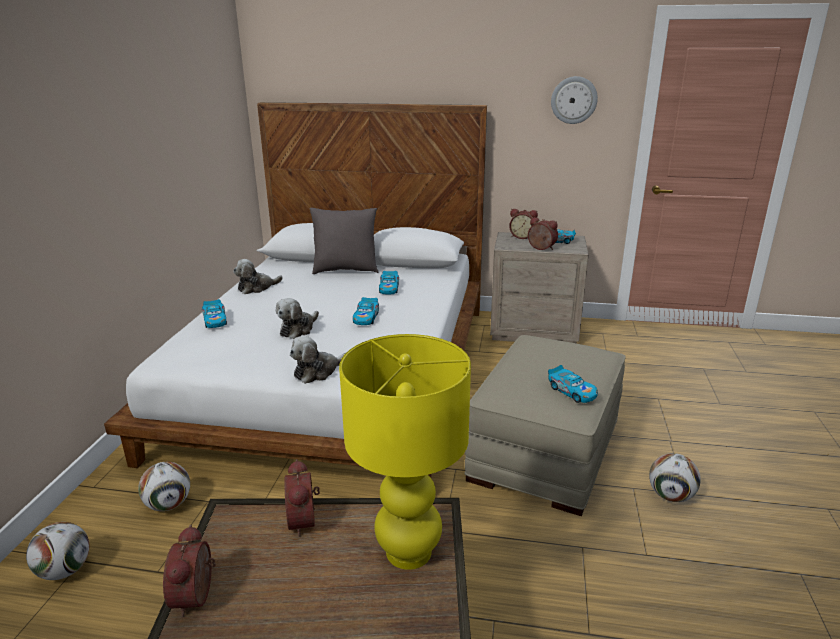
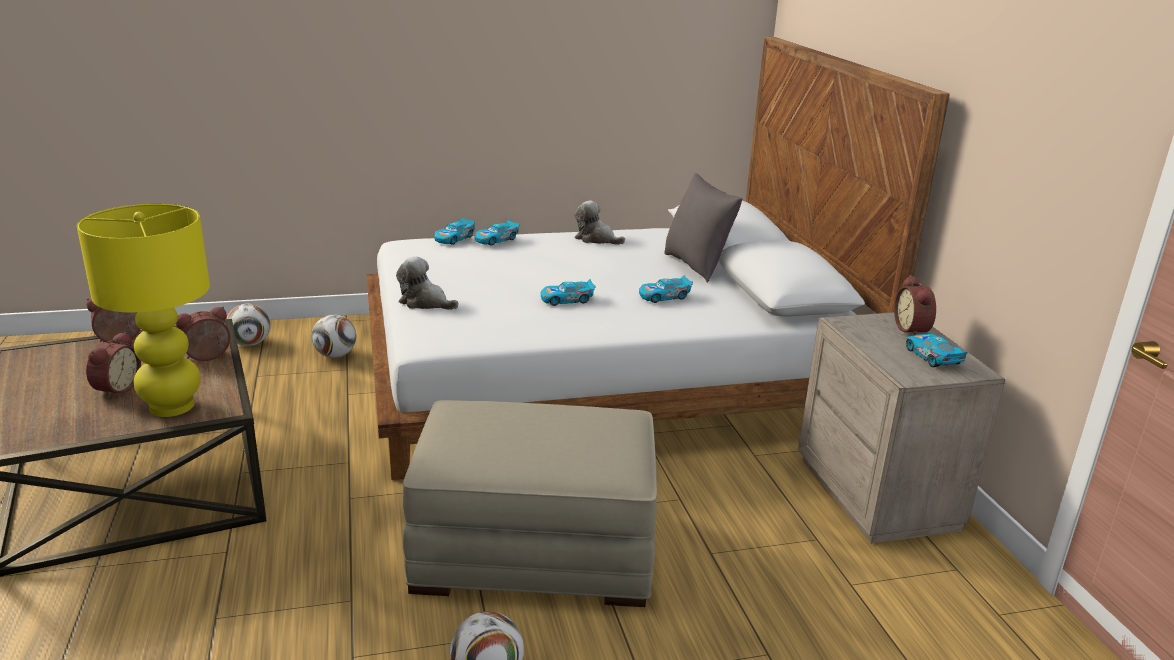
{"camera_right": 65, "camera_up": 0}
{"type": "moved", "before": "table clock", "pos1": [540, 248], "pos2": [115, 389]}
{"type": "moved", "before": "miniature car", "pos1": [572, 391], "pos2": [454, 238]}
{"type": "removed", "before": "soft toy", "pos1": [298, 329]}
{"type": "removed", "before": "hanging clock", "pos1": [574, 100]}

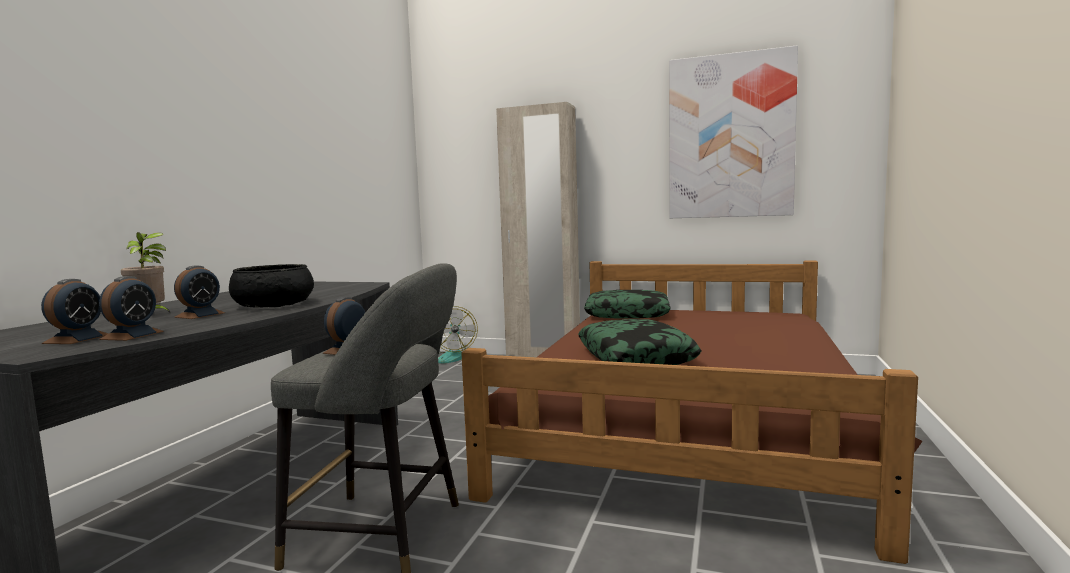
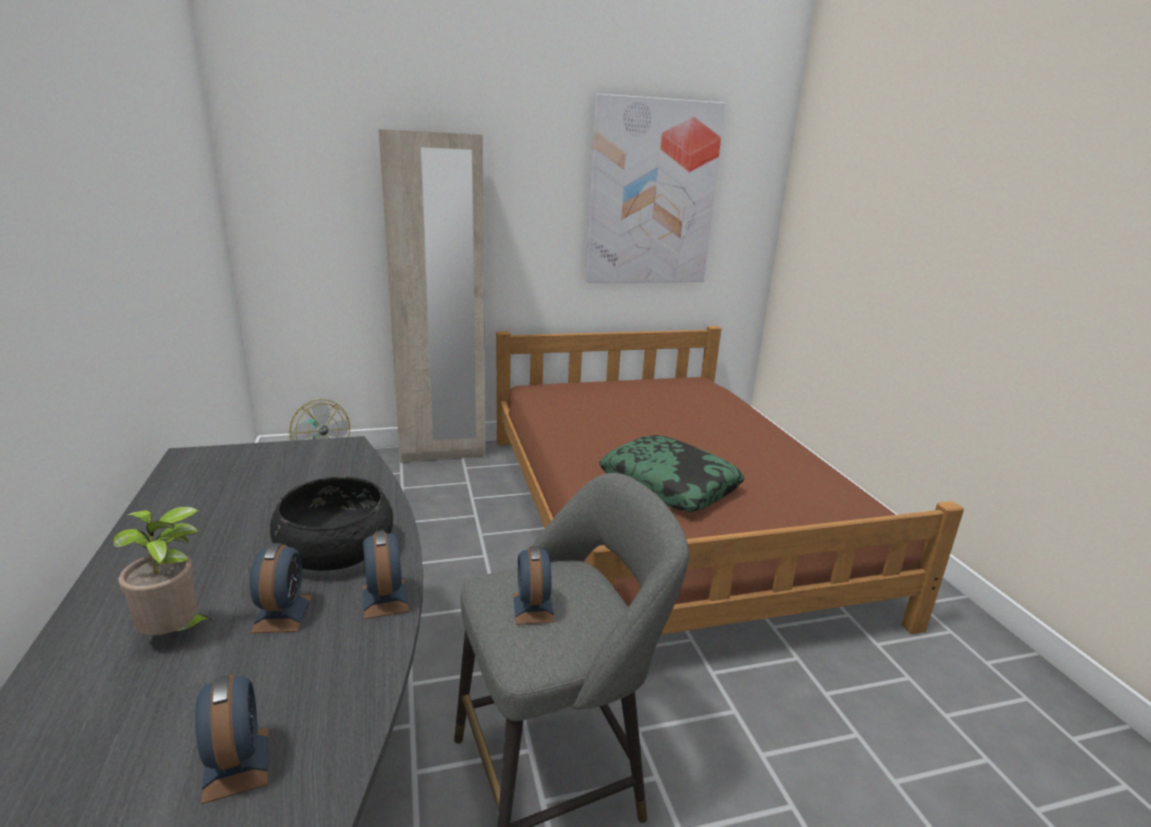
{"camera_right": -35, "camera_up": 15}
{"type": "moved", "before": "table clock", "pos1": [132, 335], "pos2": [385, 598]}
{"type": "removed", "before": "cushion", "pos1": [627, 314]}

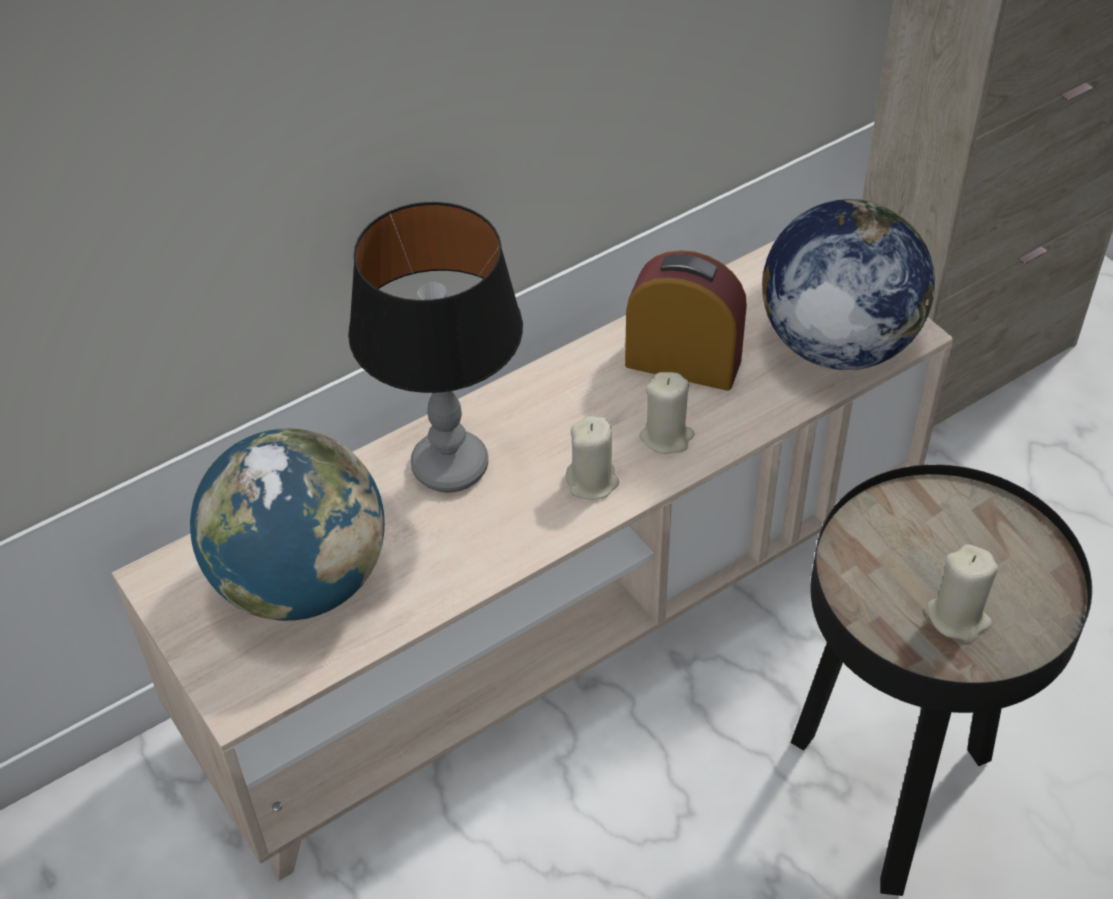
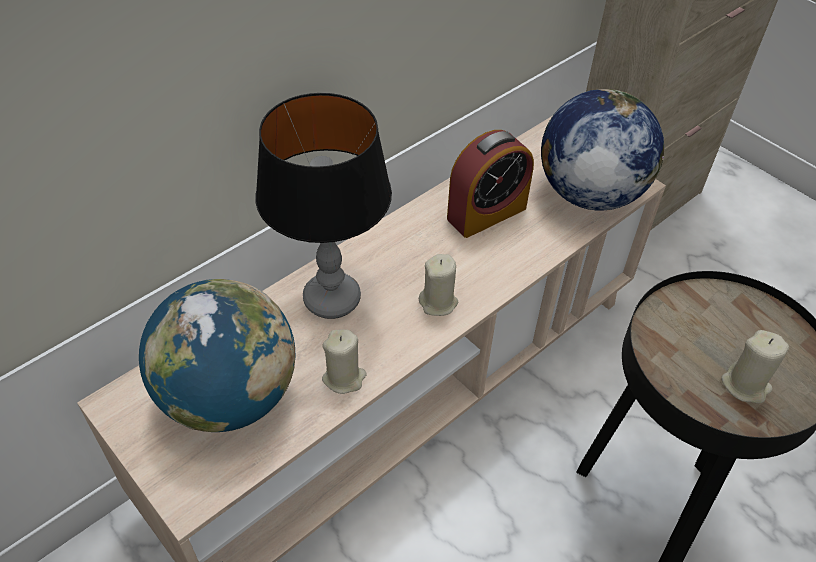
{"camera_right": -10, "camera_up": 0}
{"type": "moved", "before": "sand-coloured wax light", "pos1": [666, 437], "pos2": [344, 378]}
{"type": "turned", "before": "table clock", "pos1": [683, 362], "pos2": [486, 213], "turn": 135}

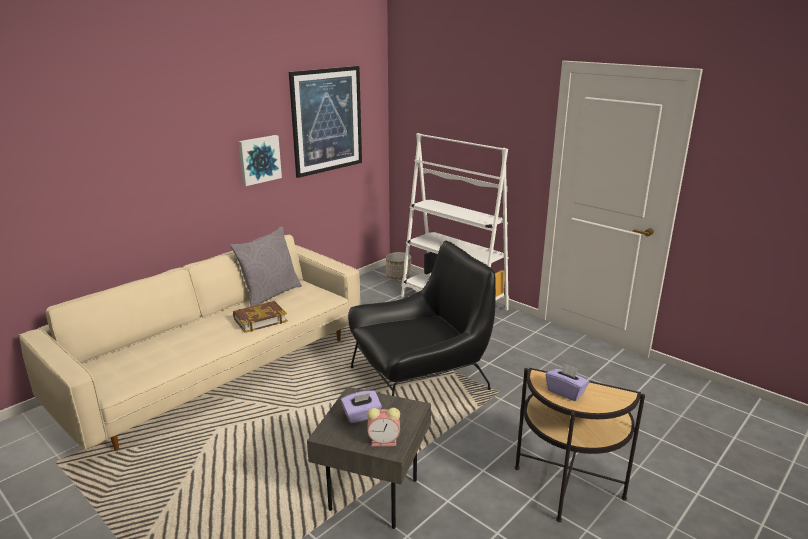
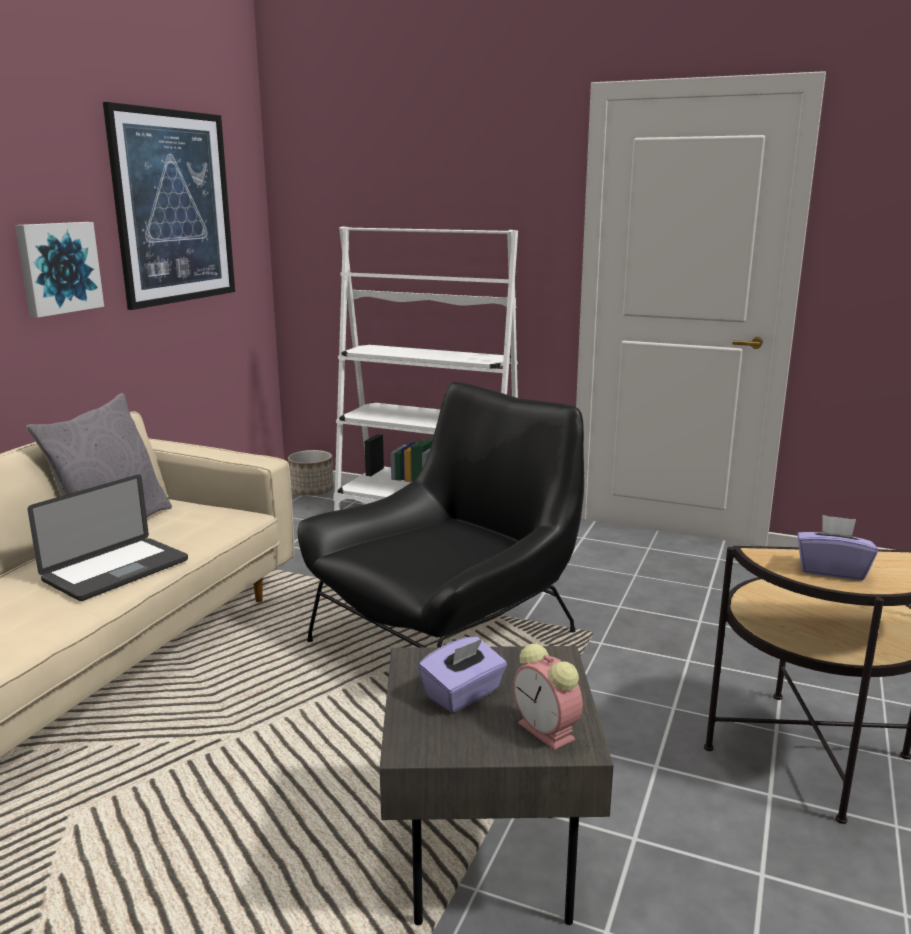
{"camera_right": -20, "camera_up": -5}
{"type": "replaced", "before": "volume", "after": "portable computer", "pos1": [260, 320], "pos2": [116, 570]}
{"type": "turned", "before": "table clock", "pos1": [385, 441], "pos2": [548, 732], "turn": 75}

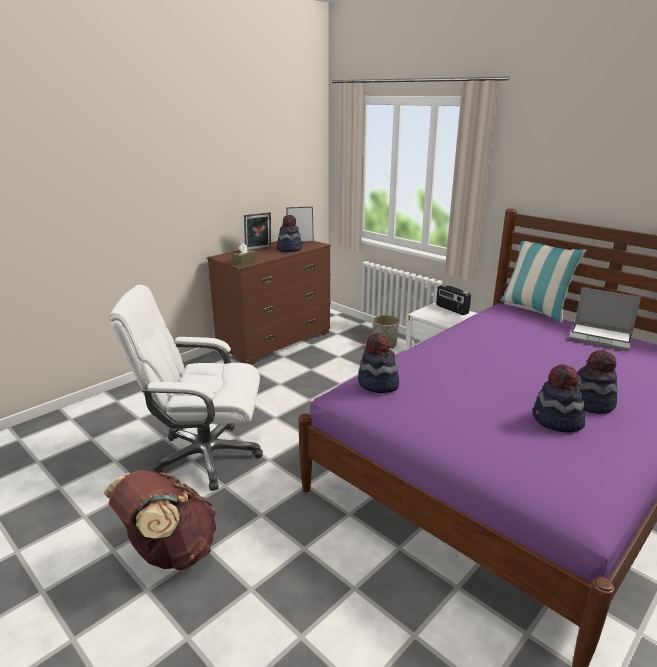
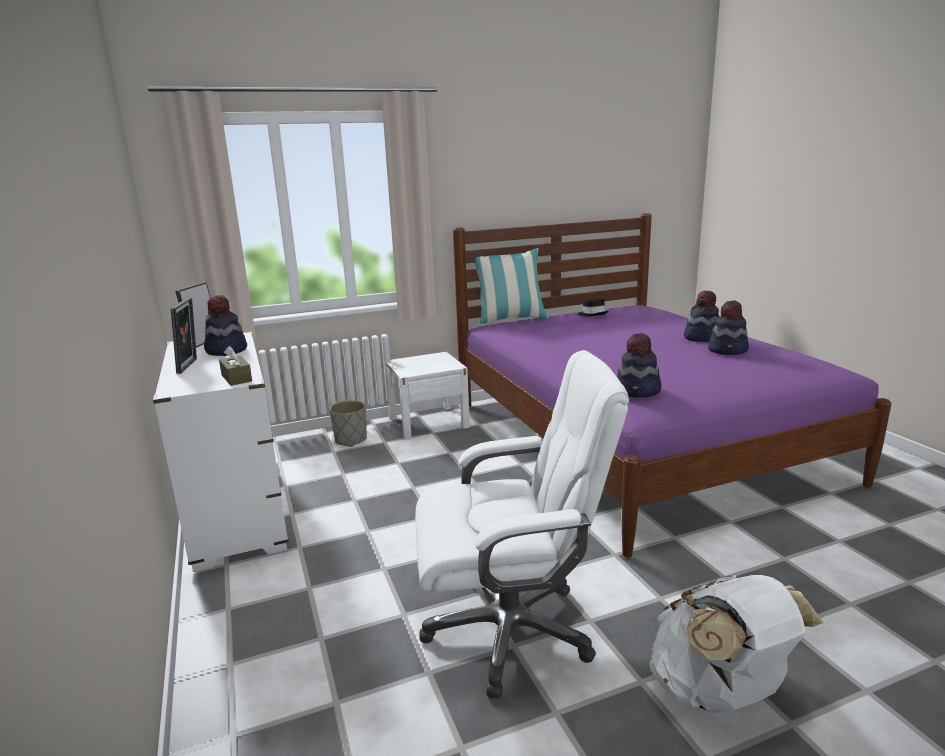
{"camera_right": -65, "camera_up": -5}
{"type": "recoloured", "before": "brownish chest of drawers", "after": "white chest of drawers", "pos1": [275, 342], "pos2": [237, 512]}
{"type": "turned", "before": "white office chair", "pos1": [205, 456], "pos2": [511, 630], "turn": -120}
{"type": "replaced", "before": "portable computer", "after": "black-coloured wearable hat", "pos1": [601, 338], "pos2": [592, 314]}
{"type": "recoloured", "before": "brownish rucksack", "after": "white rucksack", "pos1": [170, 552], "pos2": [719, 692]}
{"type": "removed", "before": "radio set", "pos1": [451, 309]}

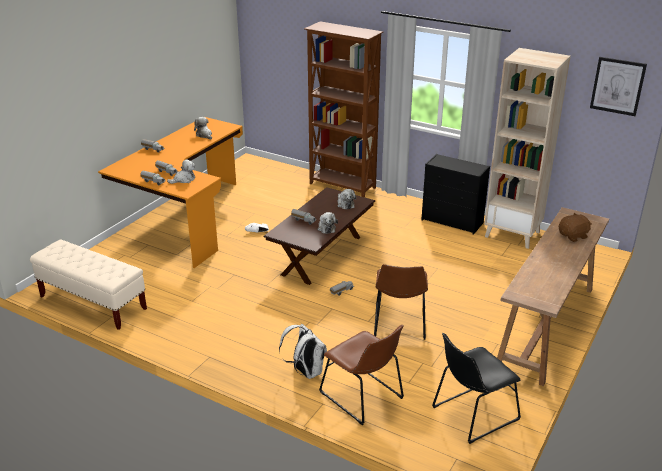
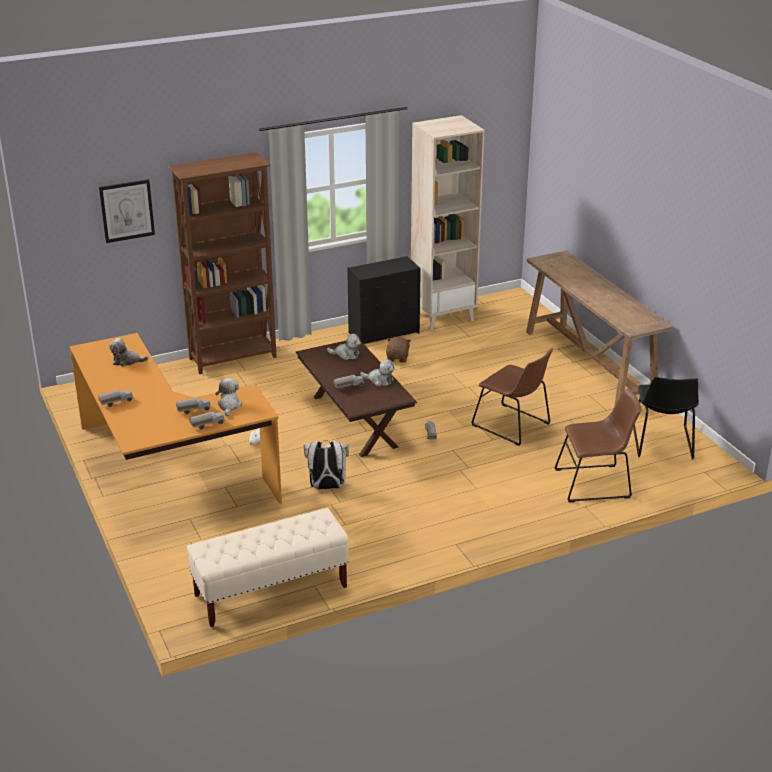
{"camera_right": -55, "camera_up": 0}
{"type": "moved", "before": "picture", "pos1": [617, 86], "pos2": [127, 210]}
{"type": "moved", "before": "white rucksack", "pos1": [305, 372], "pos2": [327, 487]}
{"type": "moved", "before": "brownish soft toy", "pos1": [573, 236], "pos2": [398, 358]}

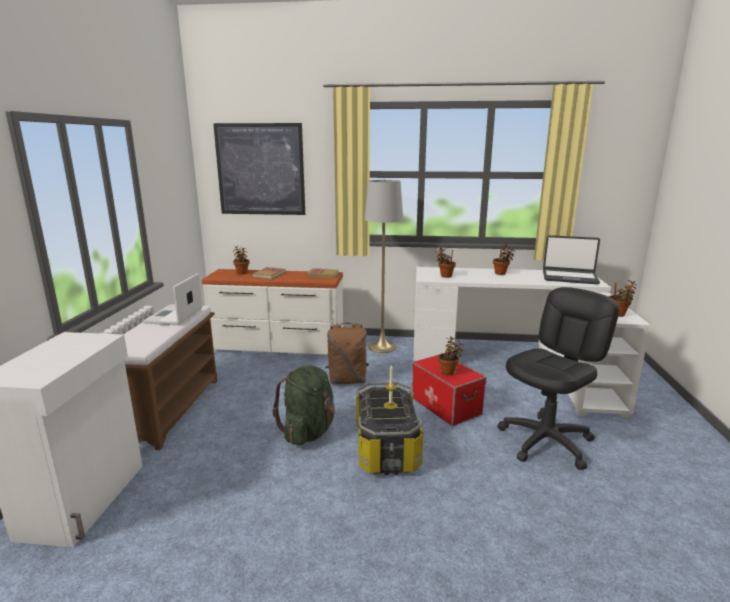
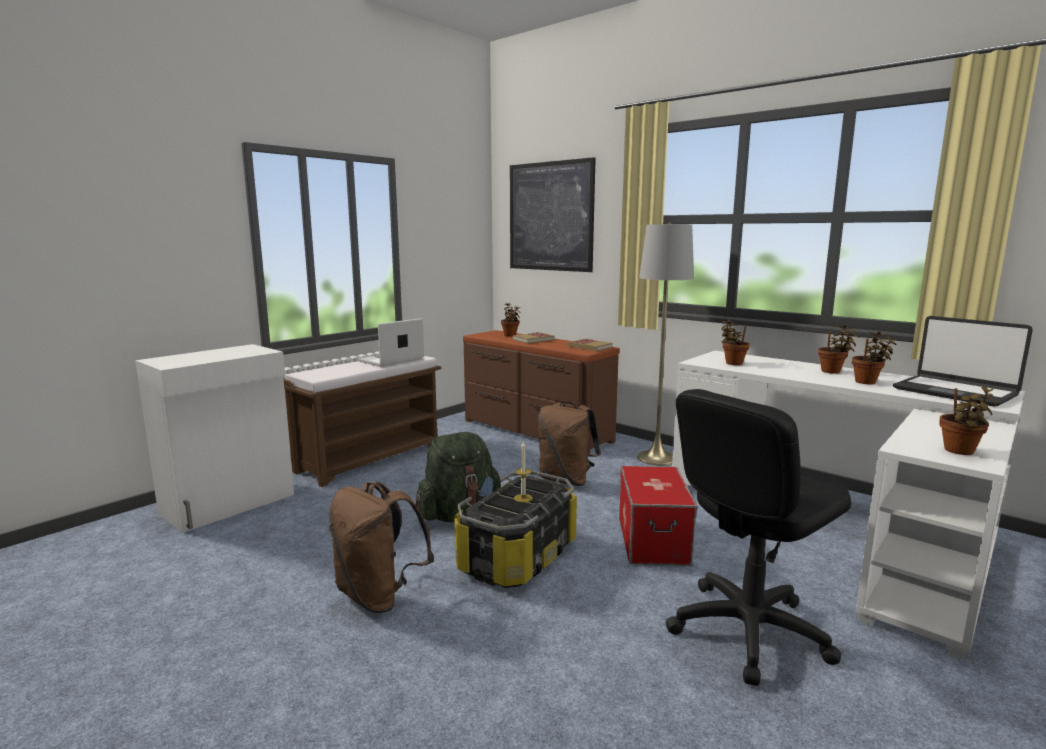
{"camera_right": 35, "camera_up": -5}
{"type": "added", "after": "brownish rucksack", "pos2": [379, 596]}
{"type": "recoloured", "before": "white chest of drawers", "after": "brownish chest of drawers", "pos1": [277, 347], "pos2": [535, 431]}
{"type": "turned", "before": "black-coloured office chair", "pos1": [546, 442], "pos2": [747, 630], "turn": 150}
{"type": "moved", "before": "houseplant", "pos1": [448, 372], "pos2": [867, 382]}

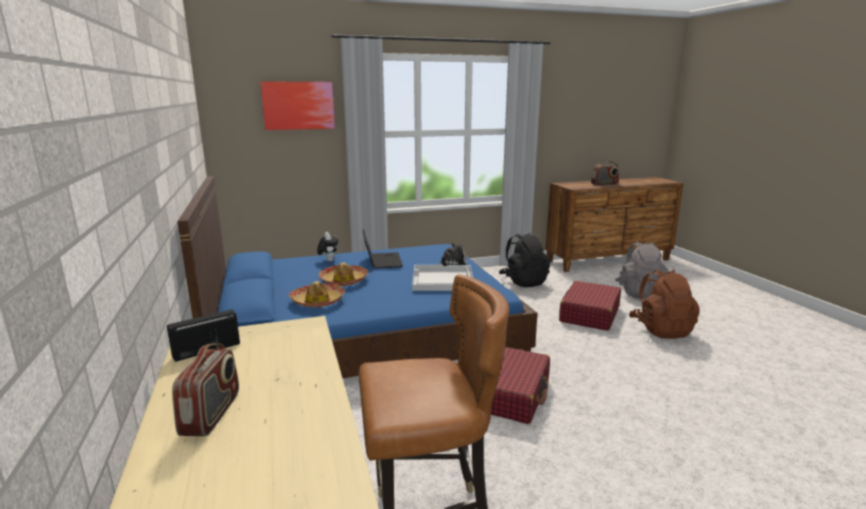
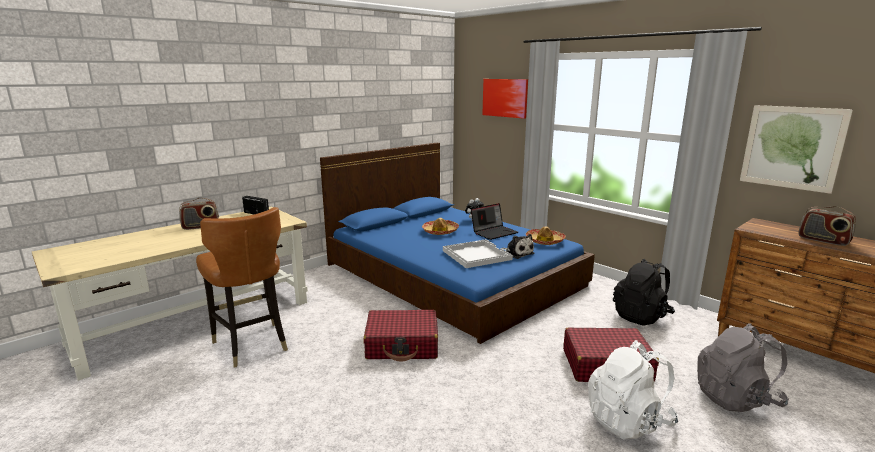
{"camera_right": 65, "camera_up": 0}
{"type": "moved", "before": "wearable hat", "pos1": [318, 301], "pos2": [545, 241]}
{"type": "recoloured", "before": "brownish rucksack", "after": "white rucksack", "pos1": [661, 329], "pos2": [628, 421]}
{"type": "added", "after": "picture", "pos2": [791, 147]}

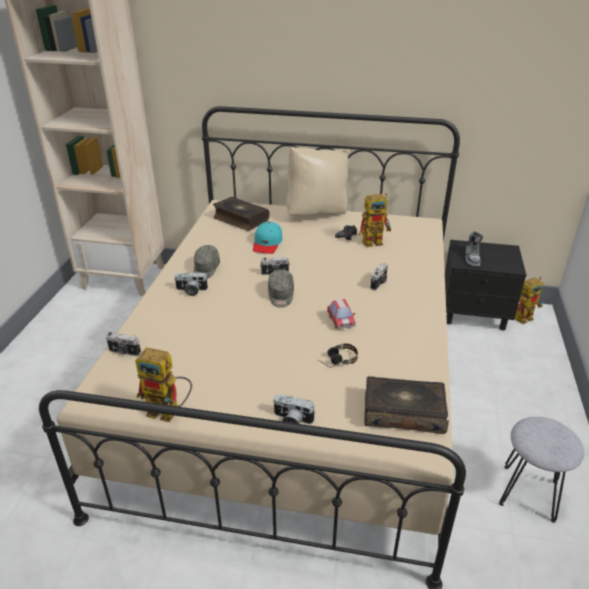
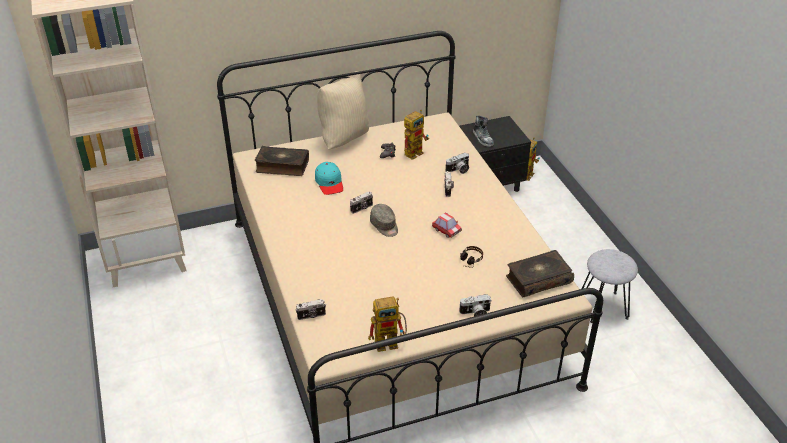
{"camera_right": -30, "camera_up": 5}
{"type": "moved", "before": "photo camera", "pos1": [191, 291], "pos2": [458, 170]}
{"type": "removed", "before": "greyish baseball cap", "pos1": [206, 269]}

